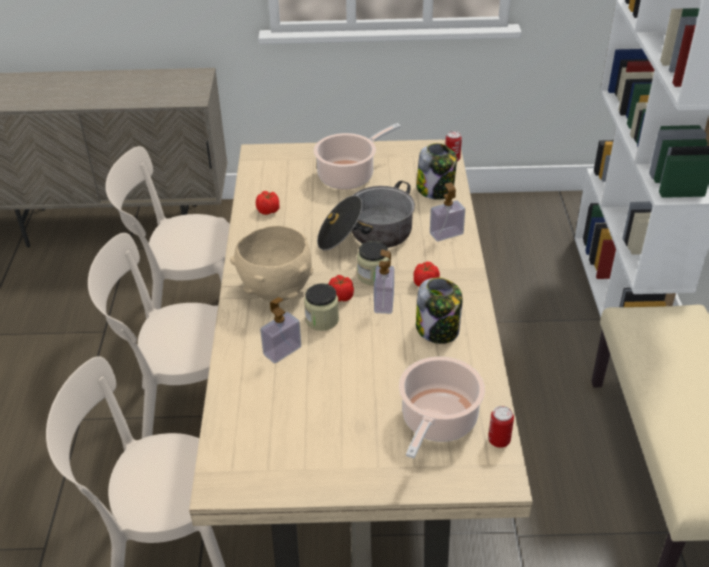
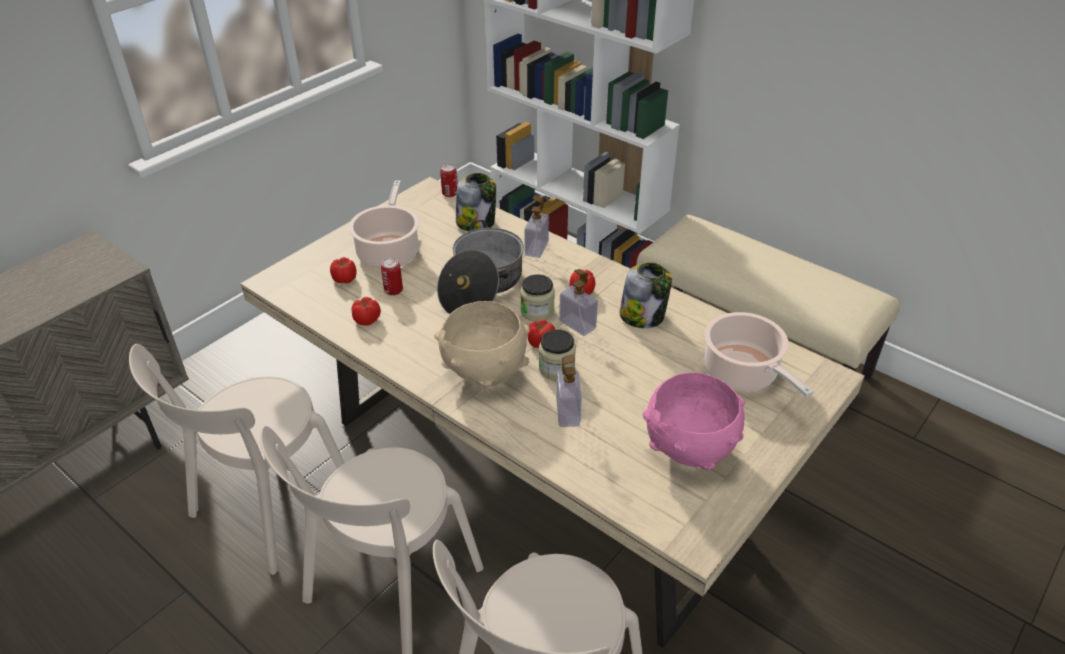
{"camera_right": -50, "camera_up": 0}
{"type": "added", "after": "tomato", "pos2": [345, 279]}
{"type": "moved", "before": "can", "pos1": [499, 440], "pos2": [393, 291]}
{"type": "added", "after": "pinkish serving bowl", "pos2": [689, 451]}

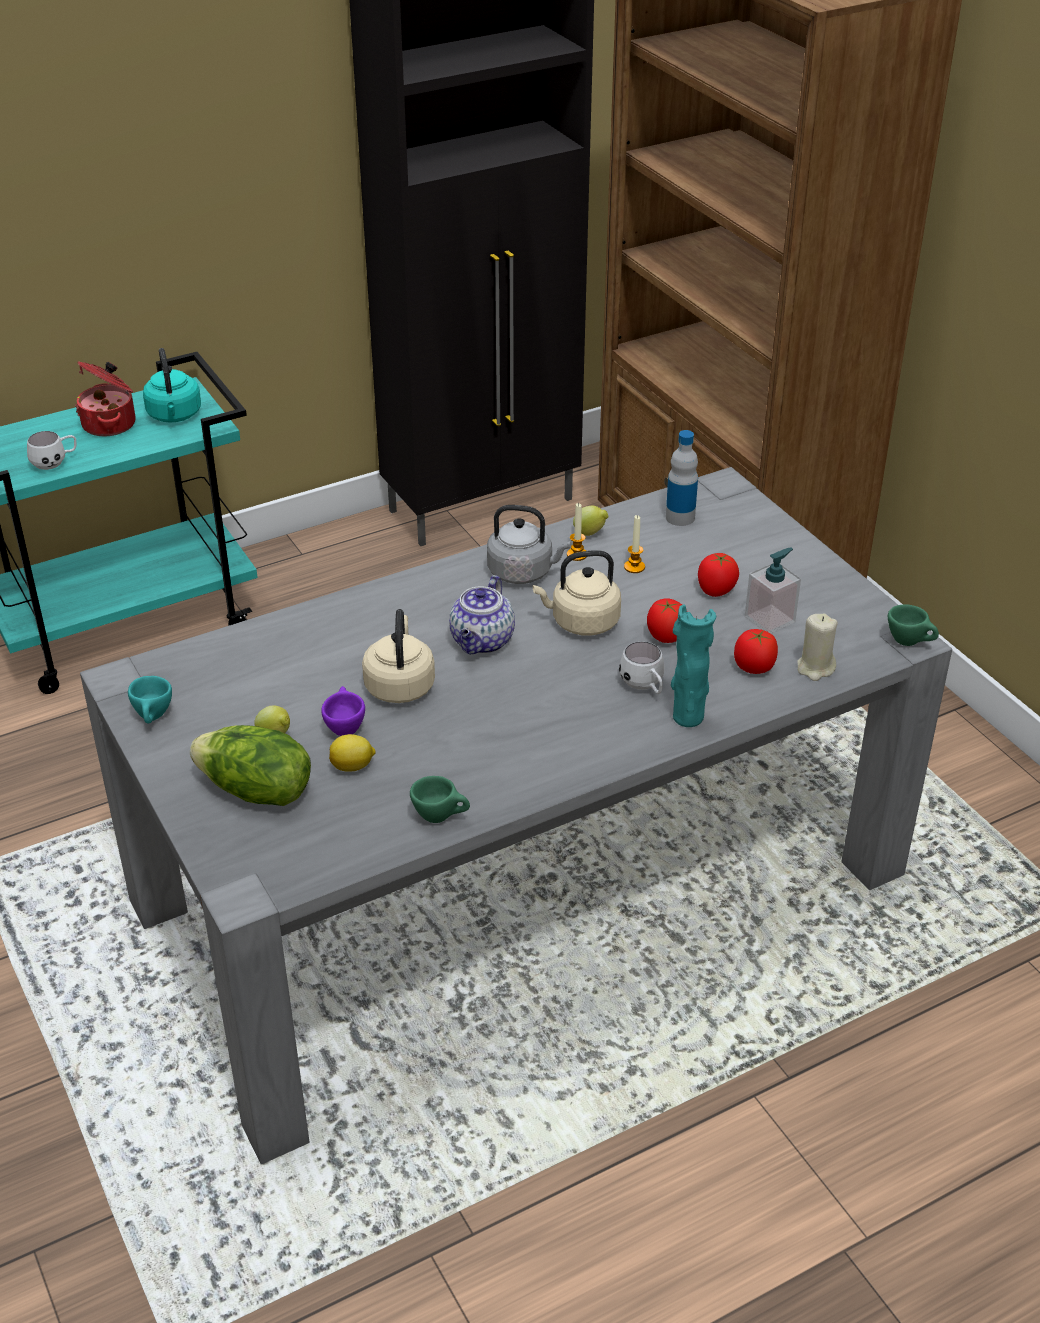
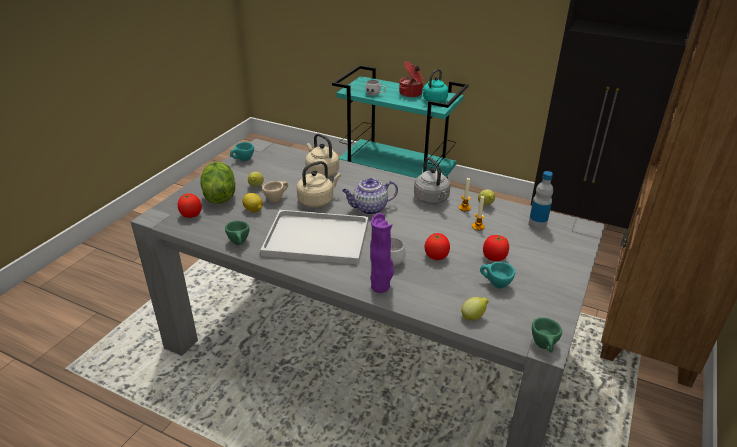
{"camera_right": 55, "camera_up": -5}
{"type": "moved", "before": "tomato", "pos1": [754, 668], "pos2": [191, 215]}
{"type": "added", "after": "white serving tray", "pos2": [319, 238]}
{"type": "recoloured", "before": "purplish cup", "after": "sand-coloured cup", "pos1": [344, 727], "pos2": [276, 199]}
{"type": "moved", "before": "sand-coloured water kettle", "pos1": [581, 622], "pos2": [321, 172]}
{"type": "recoloured", "before": "turquoise vase", "after": "purplish vase", "pos1": [688, 716], "pos2": [381, 287]}
{"type": "replaced", "before": "sand-coloured wax light", "after": "whole lemon", "pos1": [815, 668], "pos2": [473, 317]}
{"type": "replaced", "before": "liquid soap bottle", "after": "turquoise cup", "pos1": [770, 619], "pos2": [494, 284]}

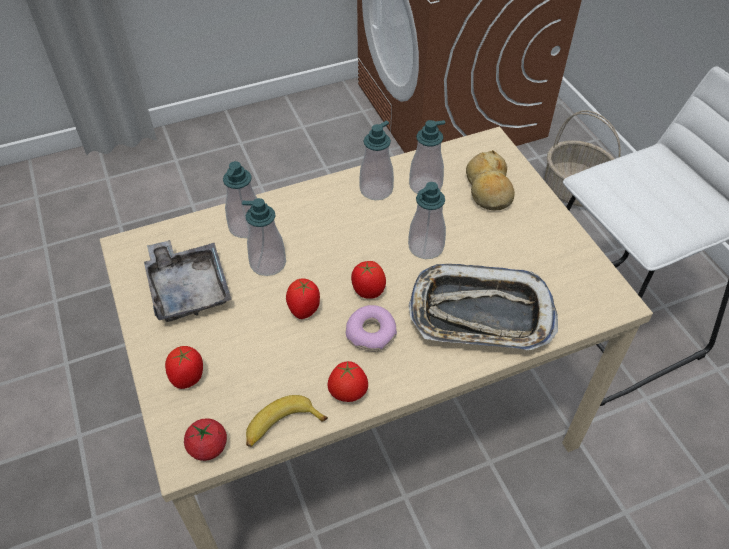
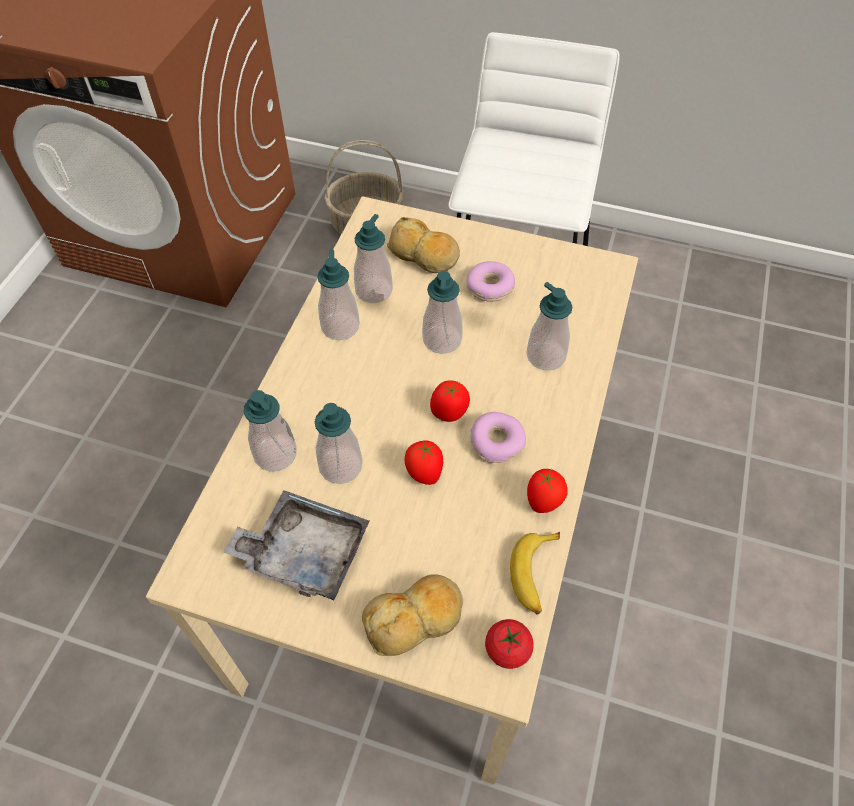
{"camera_right": -50, "camera_up": 5}
{"type": "replaced", "before": "tomato", "after": "baked bread", "pos1": [188, 378], "pos2": [415, 619]}
{"type": "added", "after": "ring doughnut", "pos2": [490, 287]}
{"type": "replaced", "before": "serving tray", "after": "liquid soap bottle", "pos1": [480, 314], "pos2": [545, 356]}

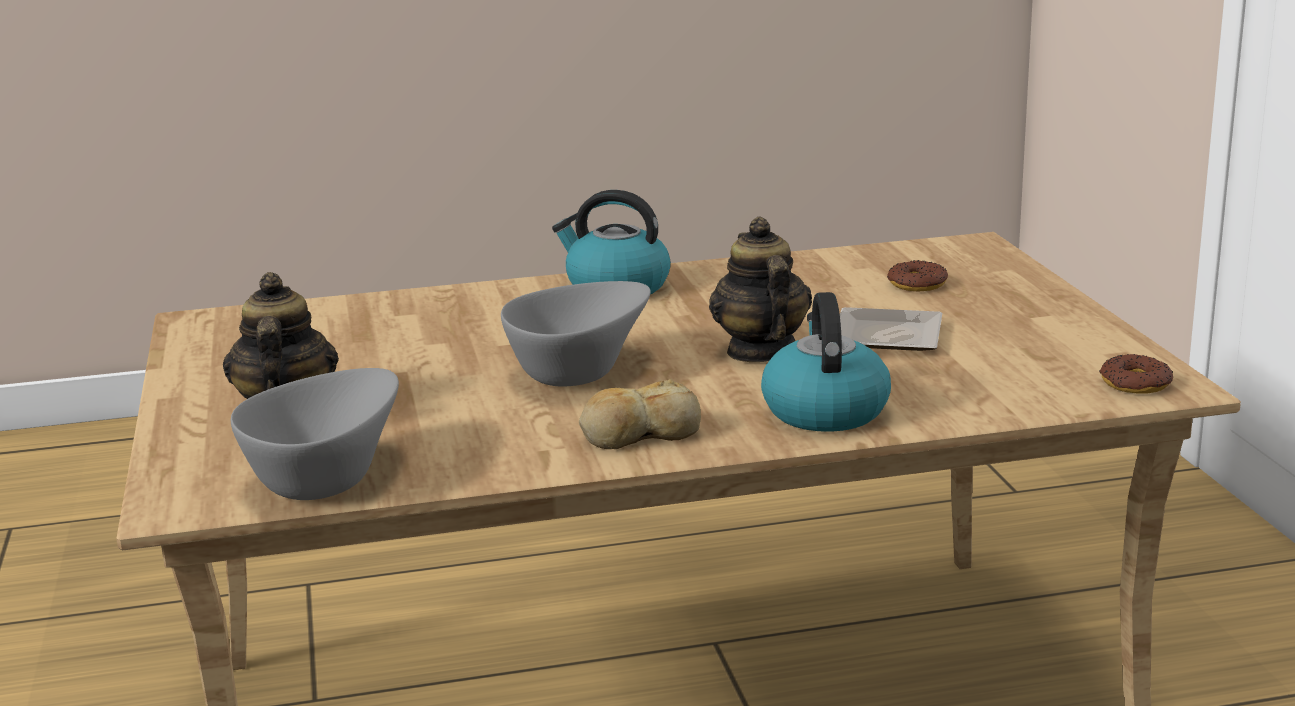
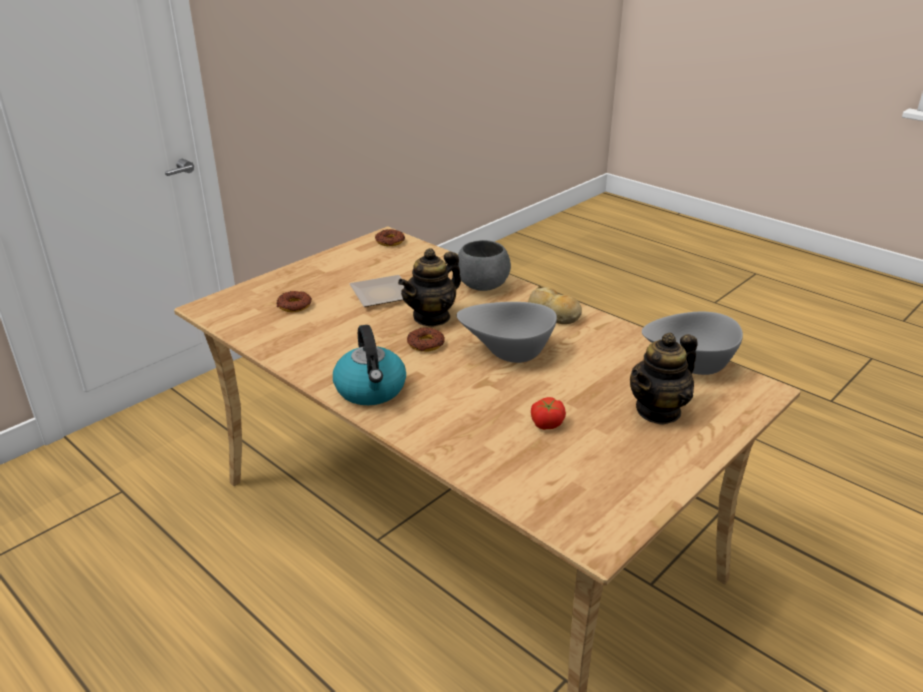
{"camera_right": -125, "camera_up": 10}
{"type": "added", "after": "ring doughnut", "pos2": [426, 344]}
{"type": "replaced", "before": "water kettle", "after": "greyish serving bowl", "pos1": [824, 410], "pos2": [483, 286]}
{"type": "added", "after": "tomato", "pos2": [546, 423]}

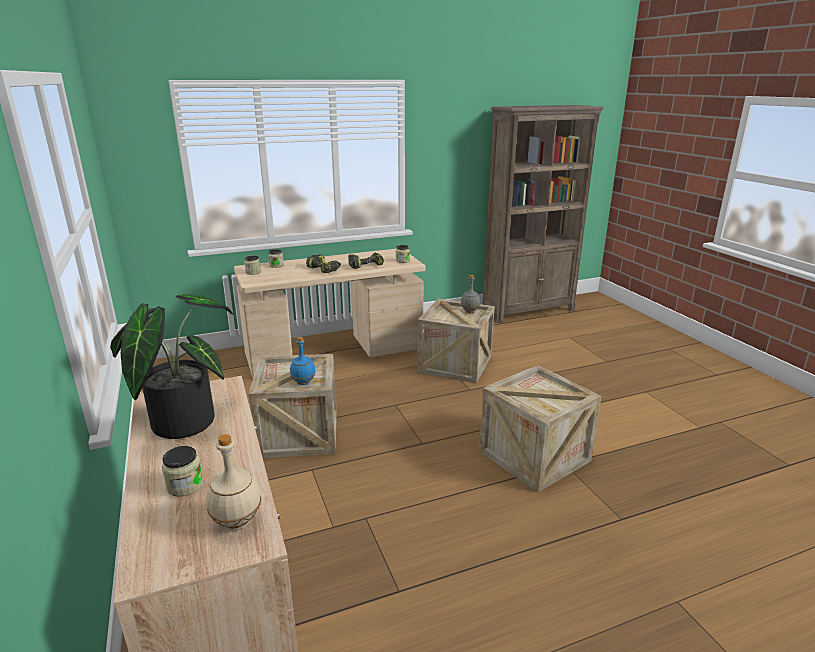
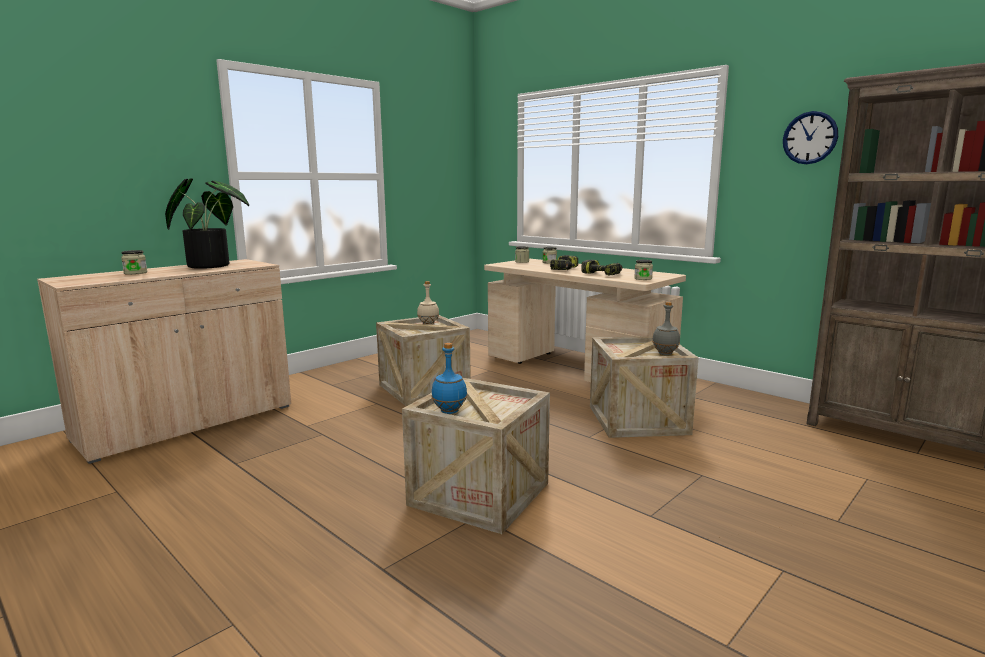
{"camera_right": 65, "camera_up": -10}
{"type": "moved", "before": "sand-coloured bottle", "pos1": [238, 522], "pos2": [428, 324]}
{"type": "moved", "before": "blue-coloured bottle", "pos1": [304, 382], "pos2": [450, 411]}
{"type": "added", "after": "hanging clock", "pos2": [810, 138]}

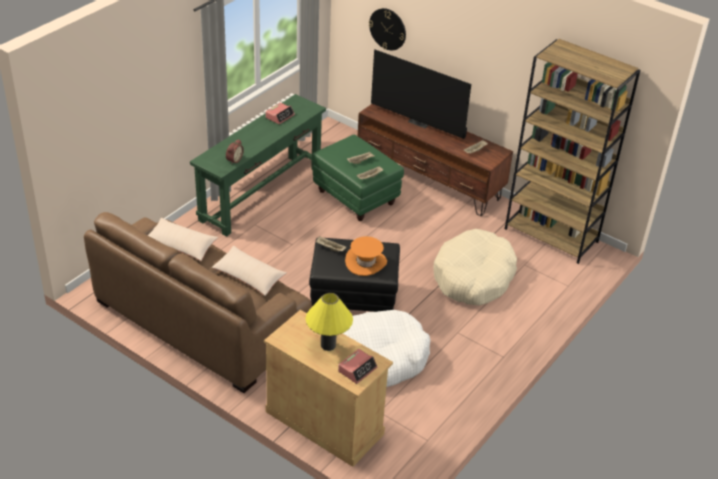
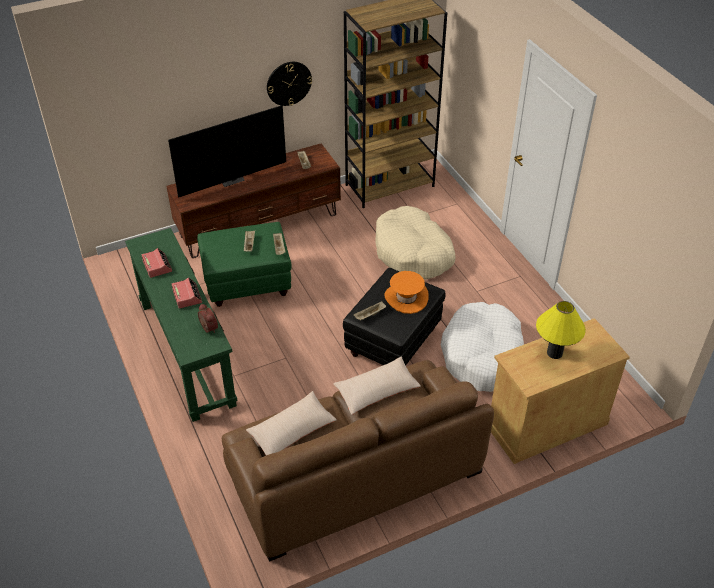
{"camera_right": -60, "camera_up": 5}
{"type": "moved", "before": "table clock", "pos1": [357, 369], "pos2": [187, 296]}
{"type": "moved", "before": "hanging clock", "pos1": [387, 29], "pos2": [289, 83]}

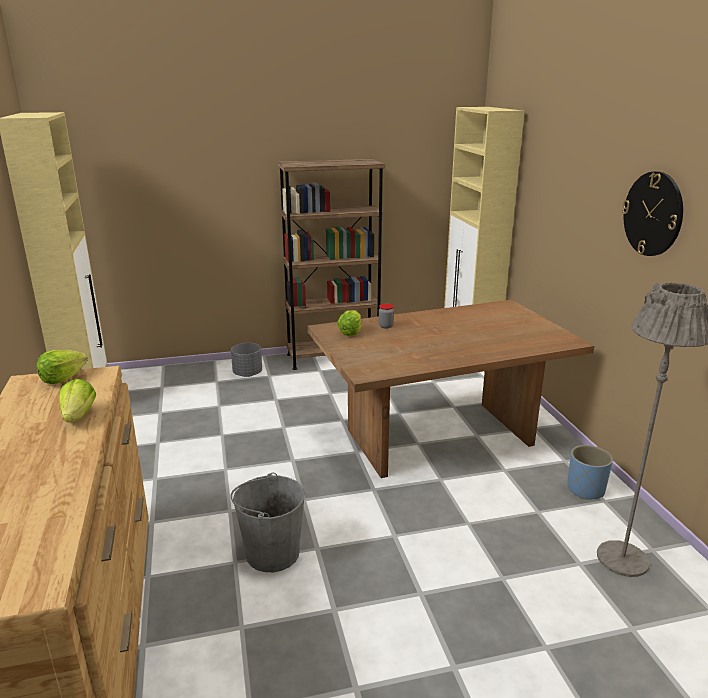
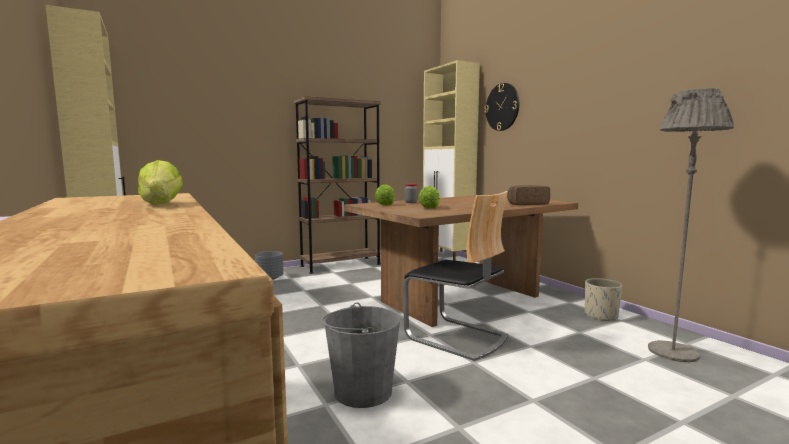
{"camera_right": -15, "camera_up": -15}
{"type": "added", "after": "chair", "pos2": [456, 337]}
{"type": "moved", "before": "head of lettuce", "pos1": [63, 379], "pos2": [430, 207]}
{"type": "moved", "before": "hanging clock", "pos1": [653, 214], "pos2": [502, 107]}
{"type": "added", "after": "baked bread", "pos2": [527, 204]}
{"type": "recoloured", "before": "blue-coloured plant pot", "after": "sand-coloured plant pot", "pos1": [585, 490], "pos2": [601, 316]}

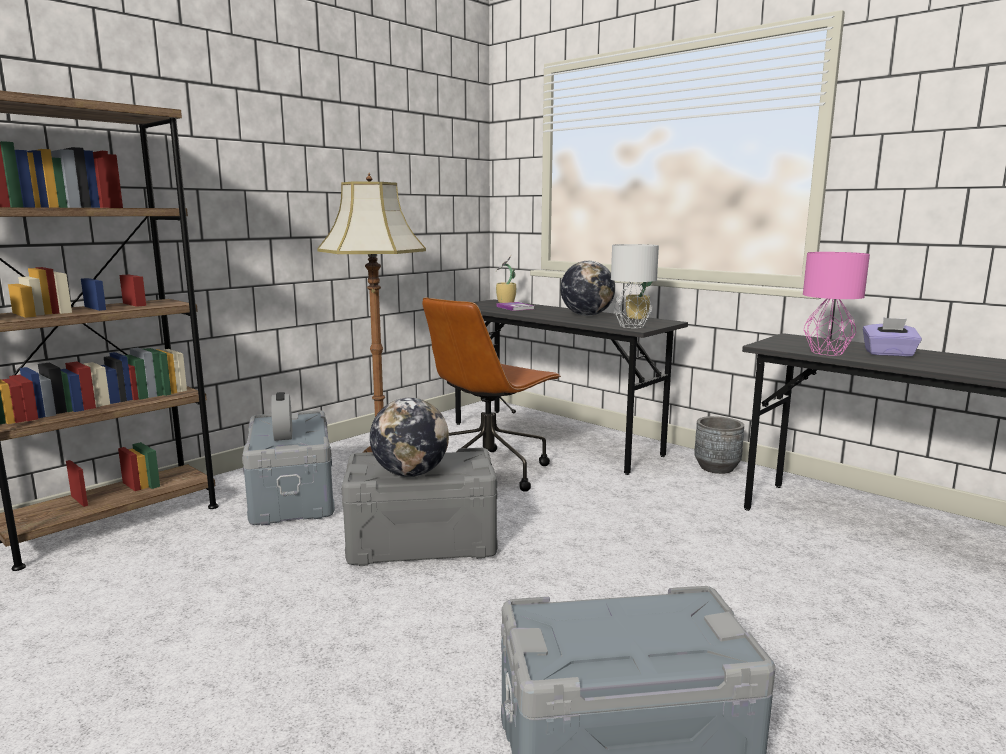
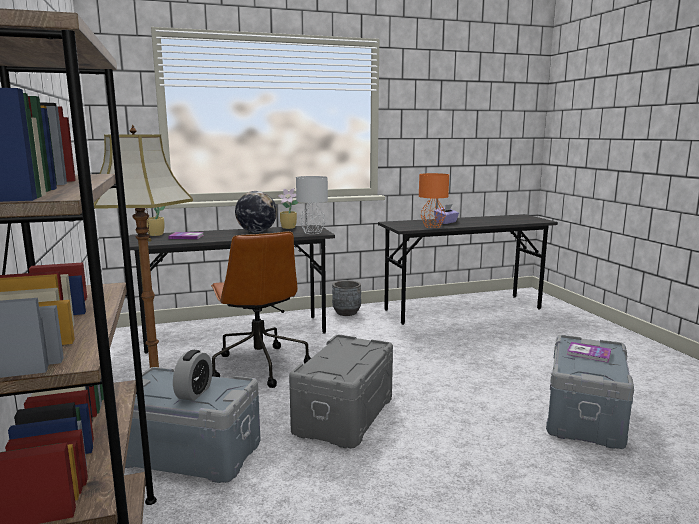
{"camera_right": -60, "camera_up": 0}
{"type": "turned", "before": "table clock", "pos1": [283, 435], "pos2": [194, 393], "turn": -90}
{"type": "recoloured", "before": "pinkish lamp for a table", "after": "orange lamp for a table", "pos1": [827, 352], "pos2": [432, 226]}
{"type": "added", "after": "volume", "pos2": [588, 353]}
{"type": "removed", "before": "world globe", "pos1": [410, 473]}

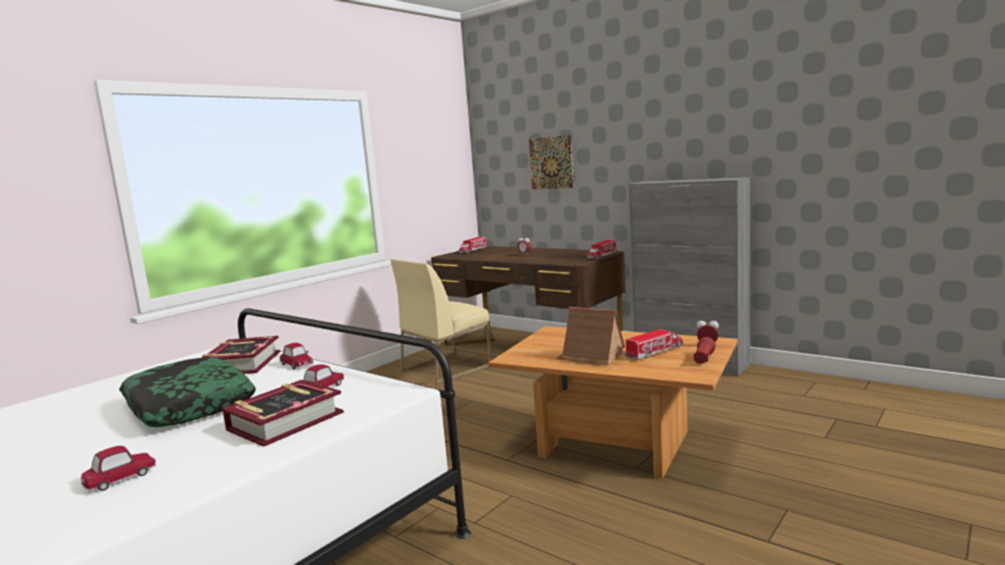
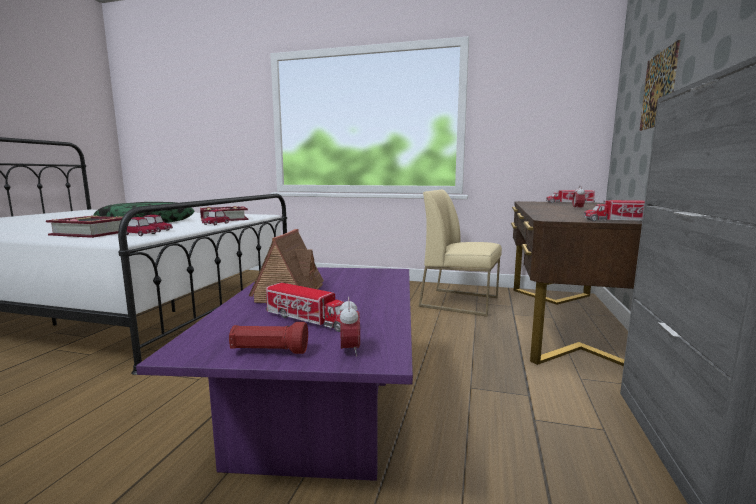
{"camera_right": 65, "camera_up": 0}
{"type": "moved", "before": "miniature car", "pos1": [120, 478], "pos2": [140, 234]}
{"type": "recoloured", "before": "brownish lounge table", "after": "purplish lounge table", "pos1": [618, 442], "pos2": [322, 420]}

